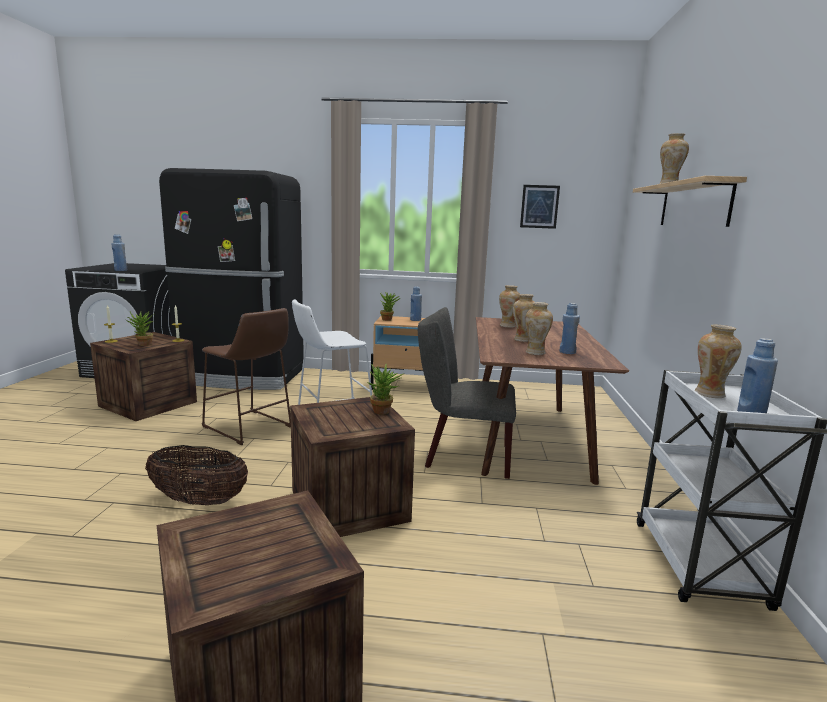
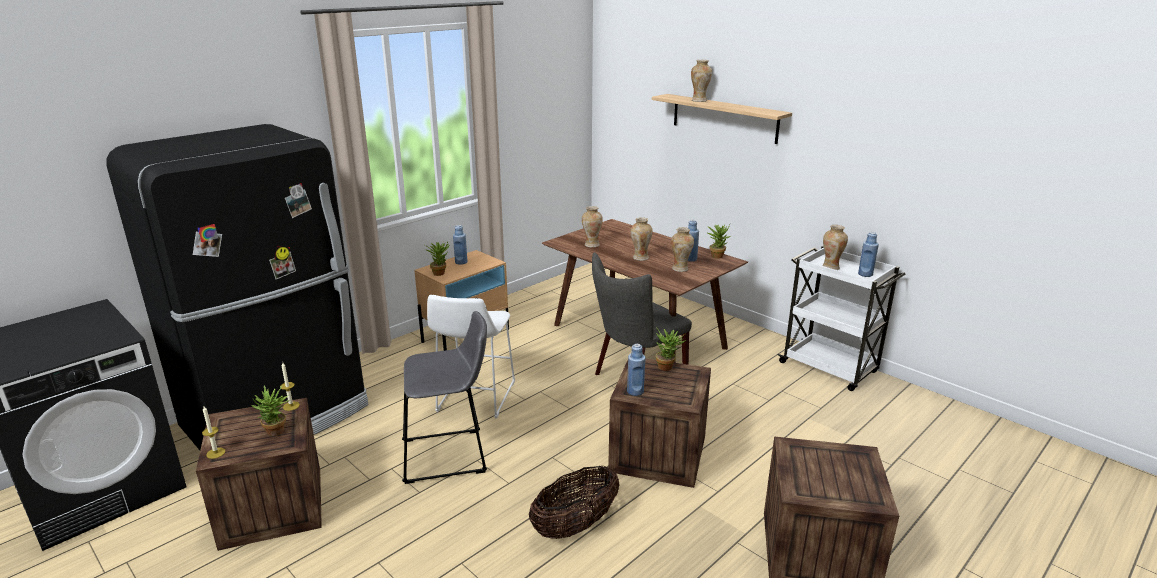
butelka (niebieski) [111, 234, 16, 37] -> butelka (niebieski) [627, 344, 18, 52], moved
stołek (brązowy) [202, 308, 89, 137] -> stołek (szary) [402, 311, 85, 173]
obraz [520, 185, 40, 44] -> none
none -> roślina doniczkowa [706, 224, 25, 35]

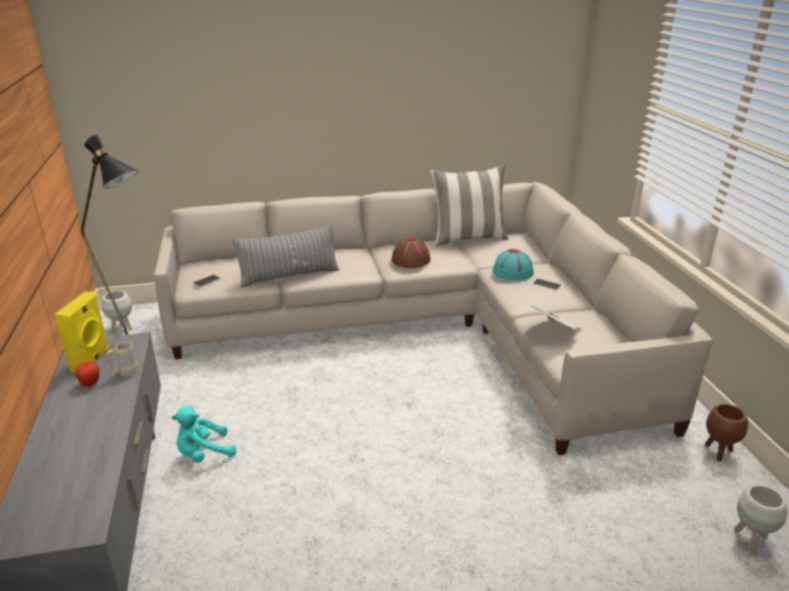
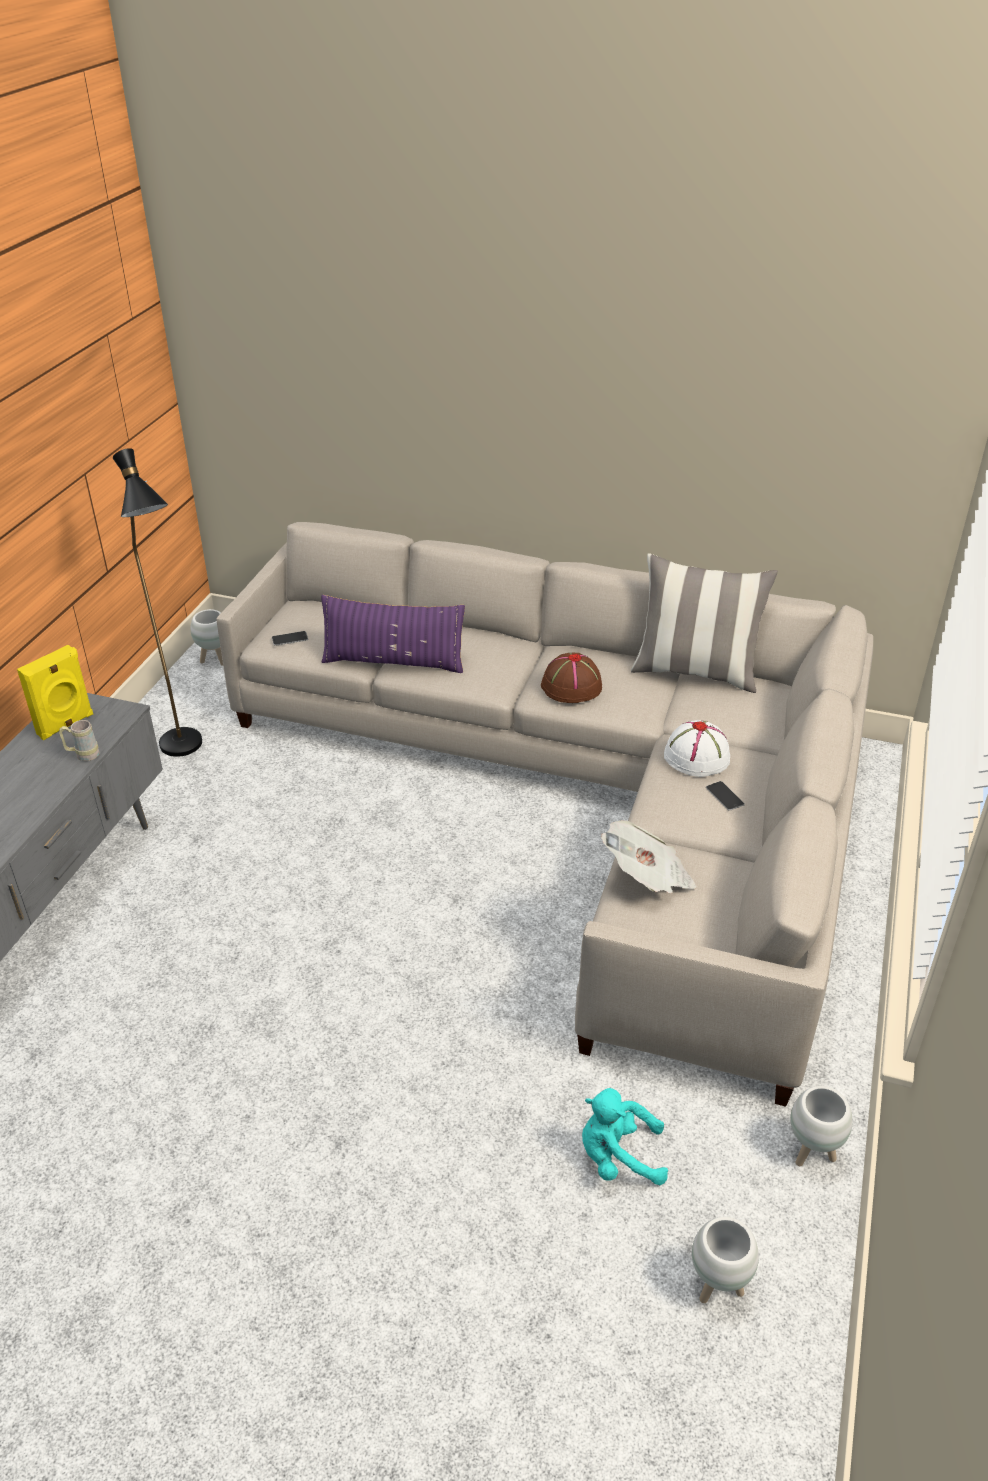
jabłko [75, 362, 24, 24] -> none
pluszak (turkusowy) [171, 406, 66, 57] -> pluszak (turkusowy) [582, 1088, 86, 97], moved
poduszka (szary) [232, 224, 107, 64] -> poduszka (fioletowy) [321, 595, 144, 78]
kapelusz (turkusowy) [493, 249, 41, 32] -> kapelusz (biały) [664, 720, 66, 57]
donica (brązowy) [705, 404, 43, 57] -> donica (biały) [790, 1086, 63, 80]

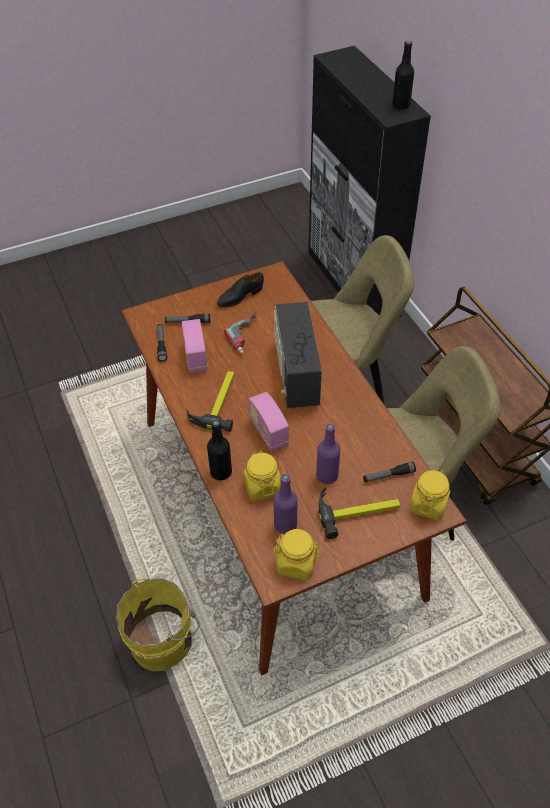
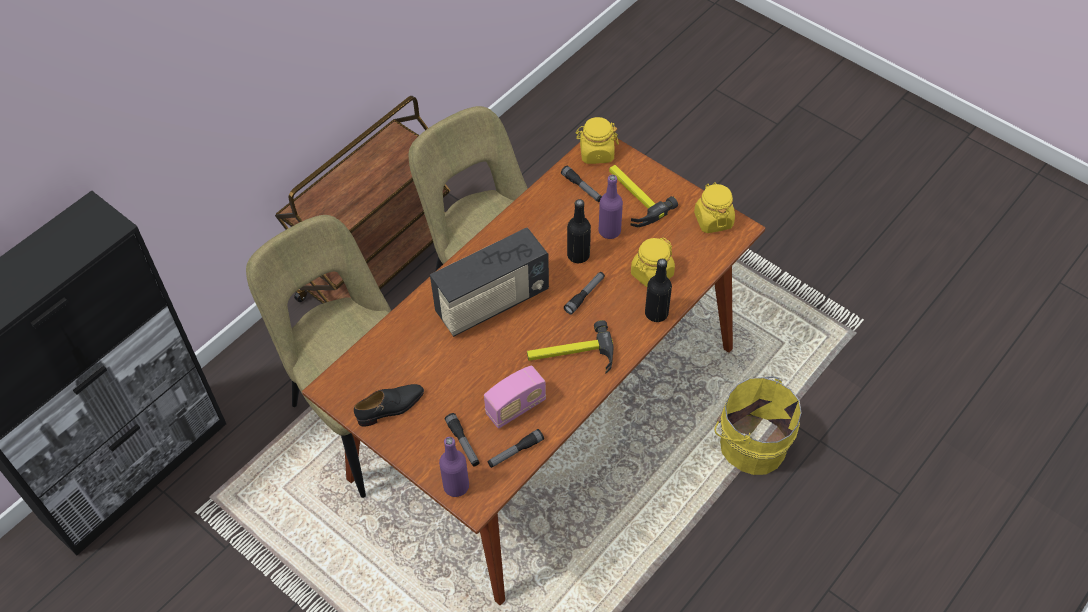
but (czarny) [217, 272, 47, 35] -> but (czarny) [354, 384, 70, 43], 60 degrees counterclockwise
wiertarka [224, 312, 33, 42] -> none
radio [249, 392, 40, 60] -> latarka [564, 272, 41, 43]
butelka (fioletowy) [274, 474, 24, 60] -> butelka (fioletowy) [439, 437, 30, 60], moved
butelka (czarny) [392, 41, 22, 69] -> butelka (czarny) [567, 199, 24, 64], moved

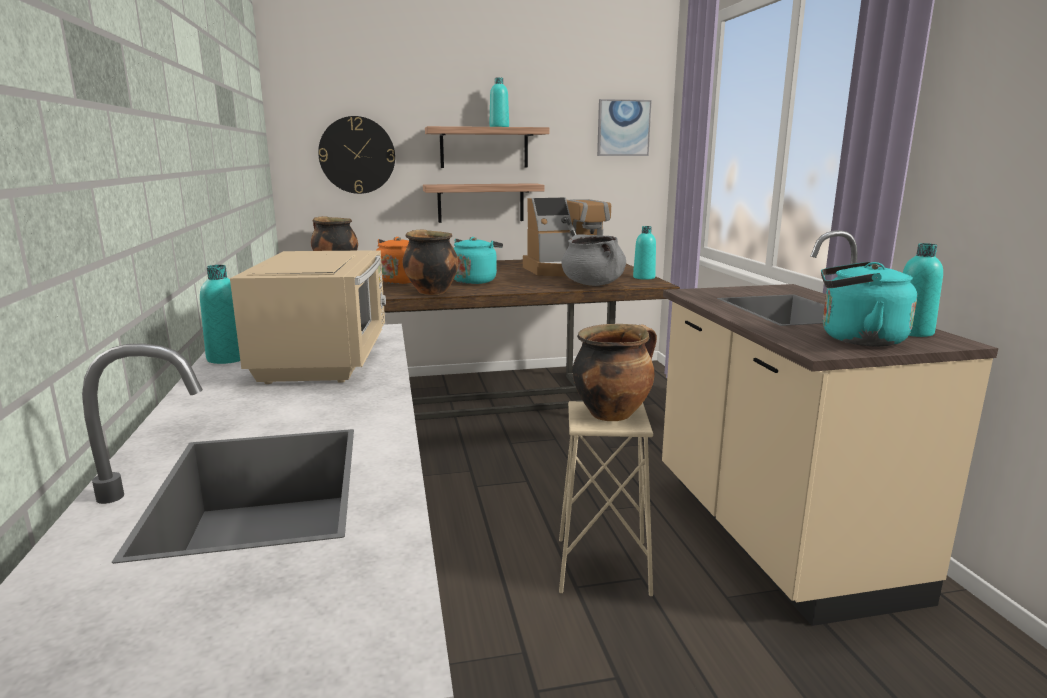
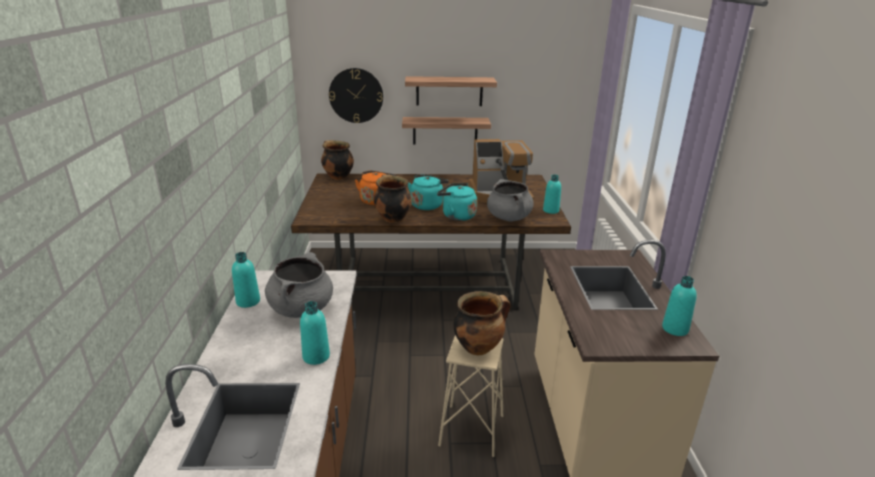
mikrofalówka (beżowy) [230, 250, 156, 134] -> garnek (szary) [265, 252, 68, 66]
butelka (turkusowy) [490, 77, 19, 50] -> butelka (turkusowy) [300, 301, 30, 64], moved
obraz [597, 99, 55, 57] -> none
czajnik (turkusowy) [821, 262, 96, 85] -> czajnik (turkusowy) [437, 183, 40, 38], moved

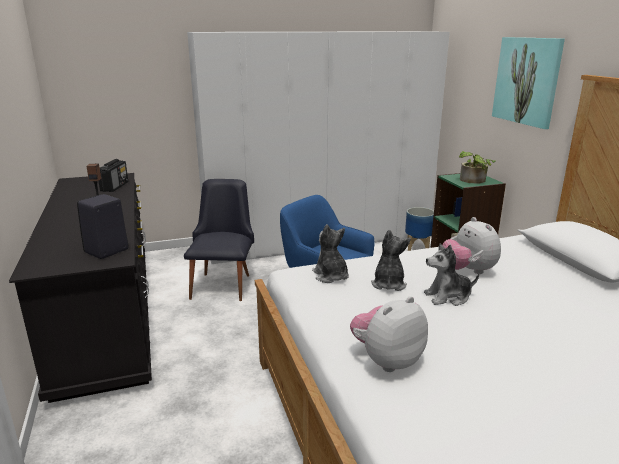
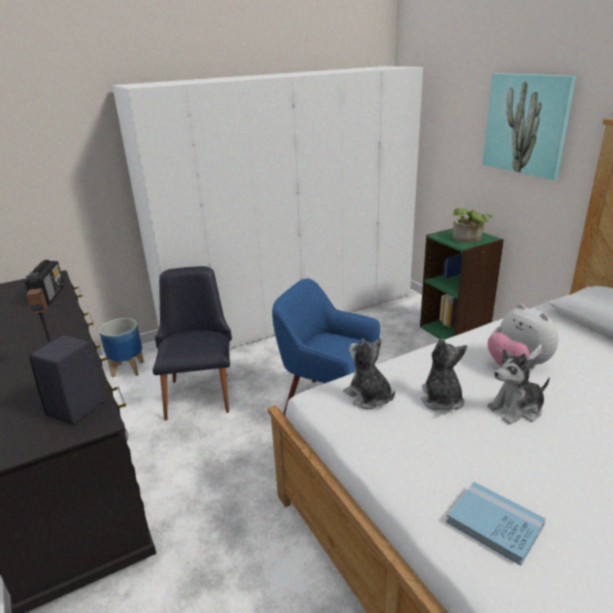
pluszak [350, 296, 78, 76] -> książka (niebieski) [447, 482, 99, 84]
donica [405, 207, 29, 44] -> donica [99, 318, 45, 59], moved

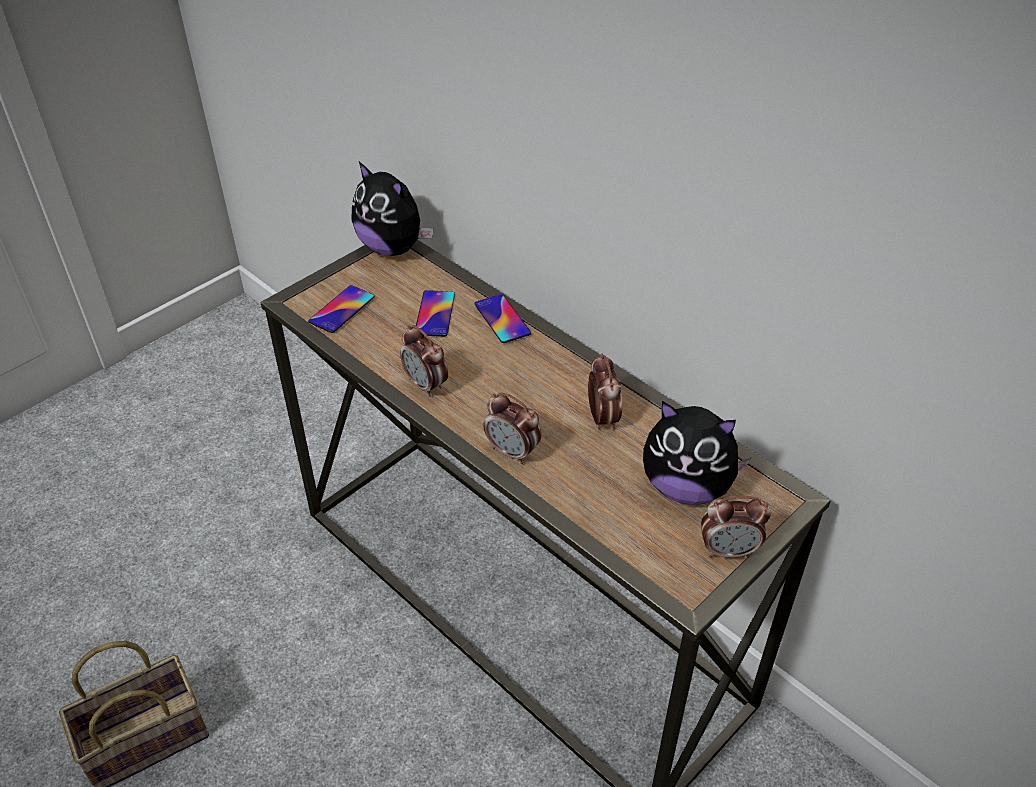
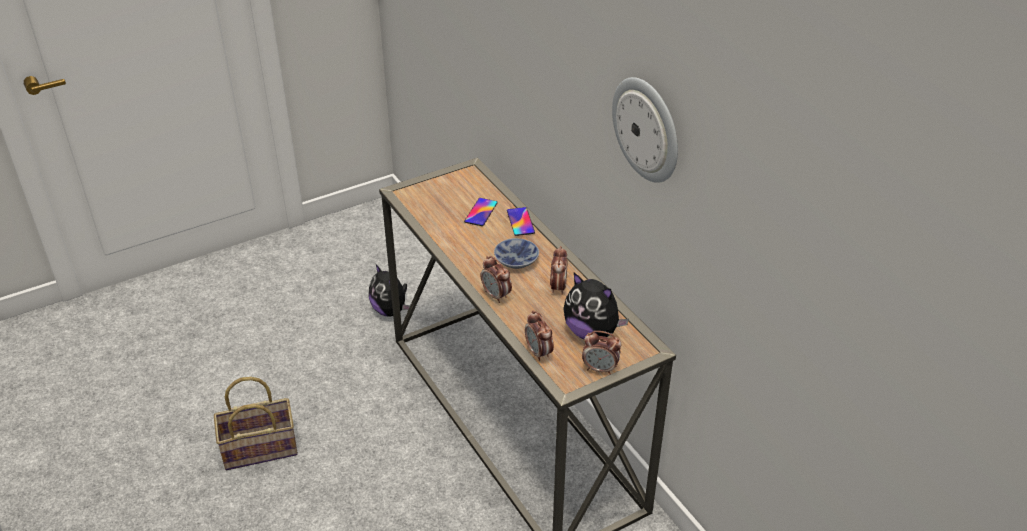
telefon [308, 285, 67, 48] -> none
pluszak [351, 162, 82, 94] -> pluszak [369, 264, 41, 52], moved
budzik [400, 325, 48, 72] -> budzik [525, 311, 29, 50], moved
none -> miska [494, 238, 45, 31]
none -> zegar ścienny [612, 77, 66, 106]

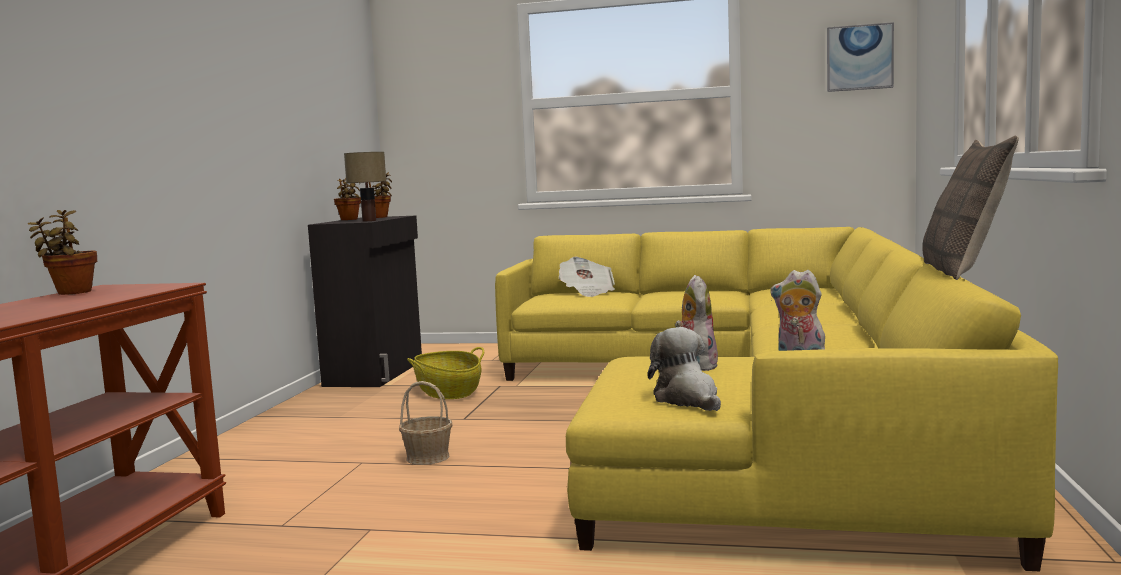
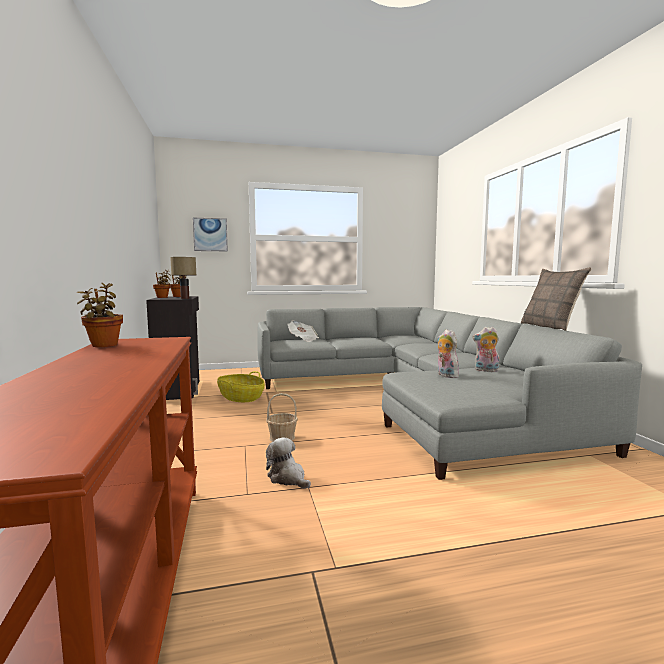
kanapa (żółty) [495, 227, 563, 344] -> kanapa (szary) [257, 307, 385, 173]
pluszak [647, 327, 74, 84] -> pluszak [266, 437, 45, 52], moved
obraz [827, 22, 67, 70] -> obraz [193, 218, 35, 33], moved

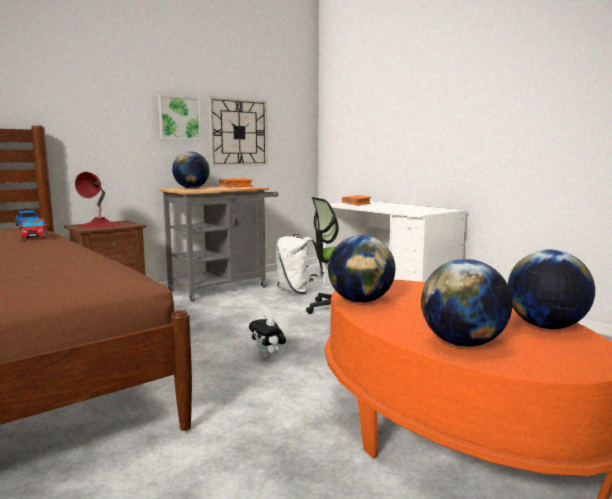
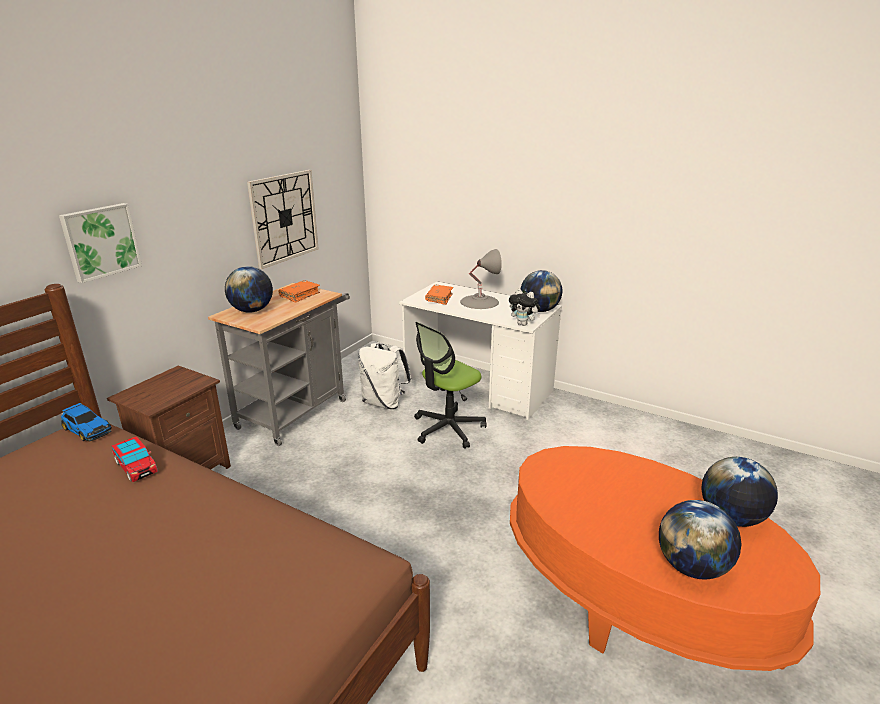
lampa stołowa (czerwony) [75, 172, 46, 56] -> none
obraz [158, 95, 43, 45] -> obraz [59, 203, 83, 80], moved
pluszak [249, 314, 37, 45] -> pluszak [509, 289, 31, 37], moved
globus [328, 235, 67, 68] -> globus [520, 270, 42, 42], moved
none -> lampa stołowa (szary) [460, 249, 42, 60]

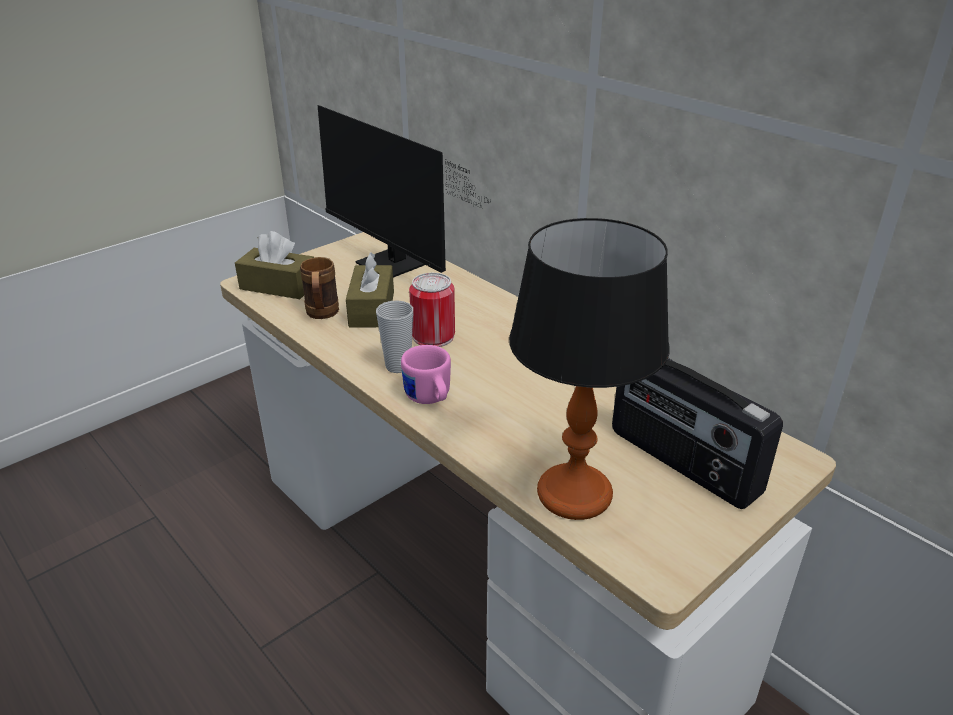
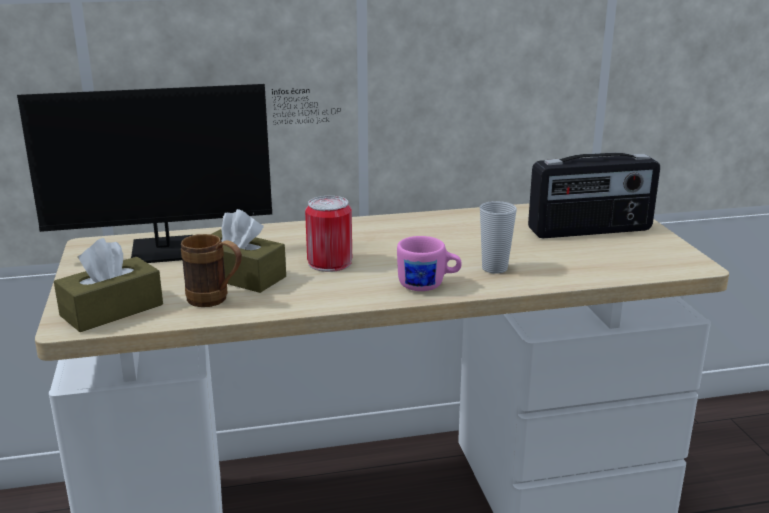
filiżanka [376, 300, 37, 73] -> filiżanka [480, 201, 37, 73], moved
lampa stołowa [509, 218, 161, 302] -> none

